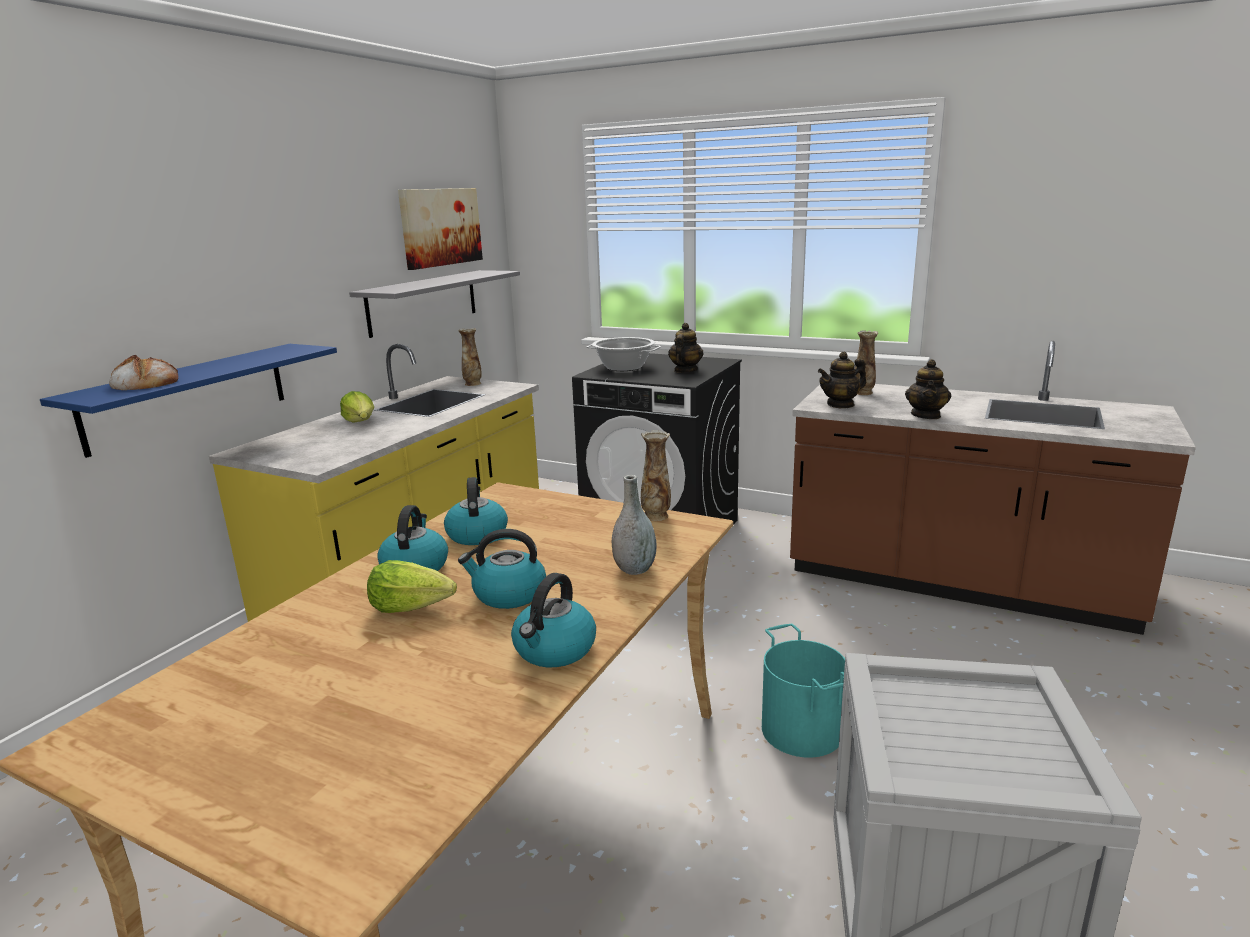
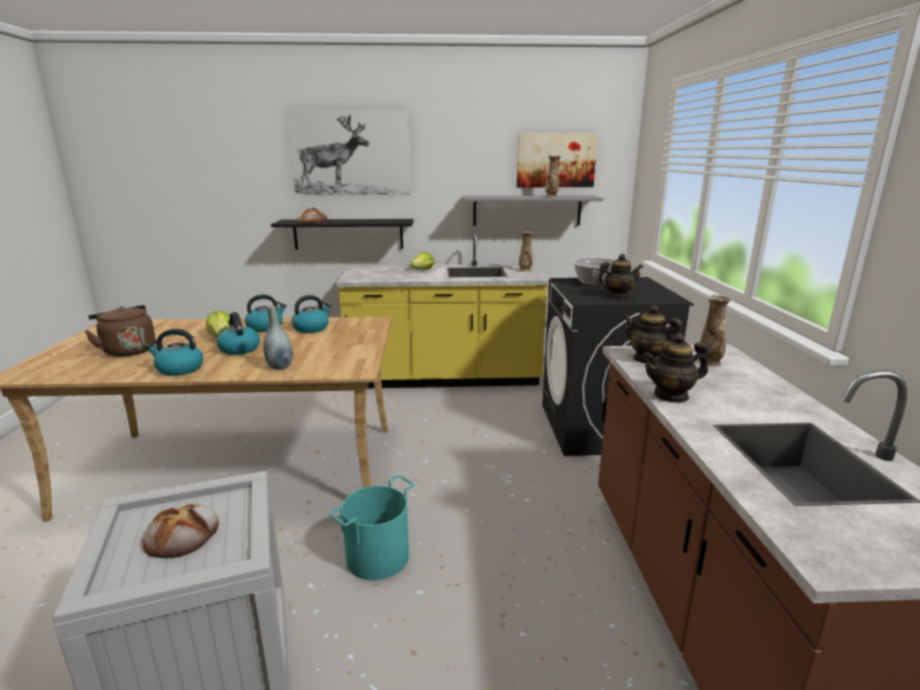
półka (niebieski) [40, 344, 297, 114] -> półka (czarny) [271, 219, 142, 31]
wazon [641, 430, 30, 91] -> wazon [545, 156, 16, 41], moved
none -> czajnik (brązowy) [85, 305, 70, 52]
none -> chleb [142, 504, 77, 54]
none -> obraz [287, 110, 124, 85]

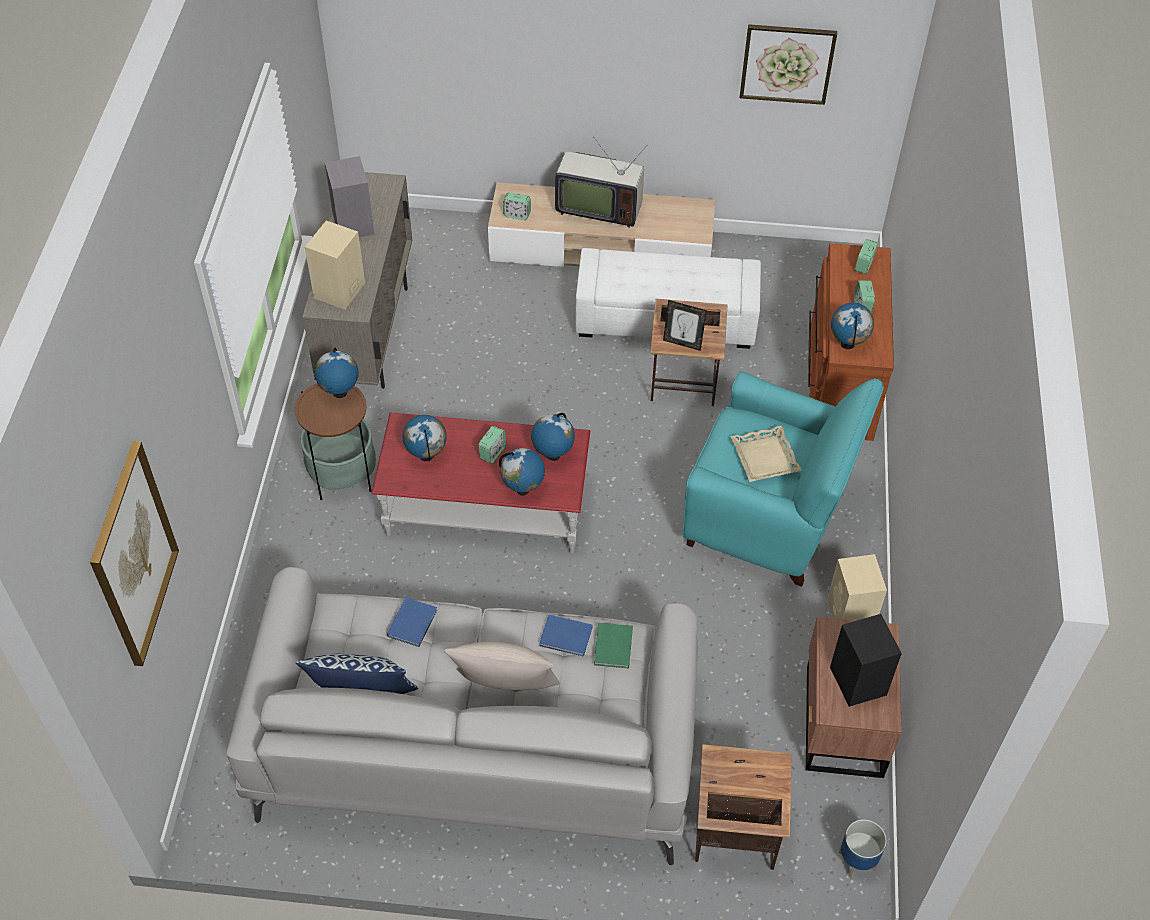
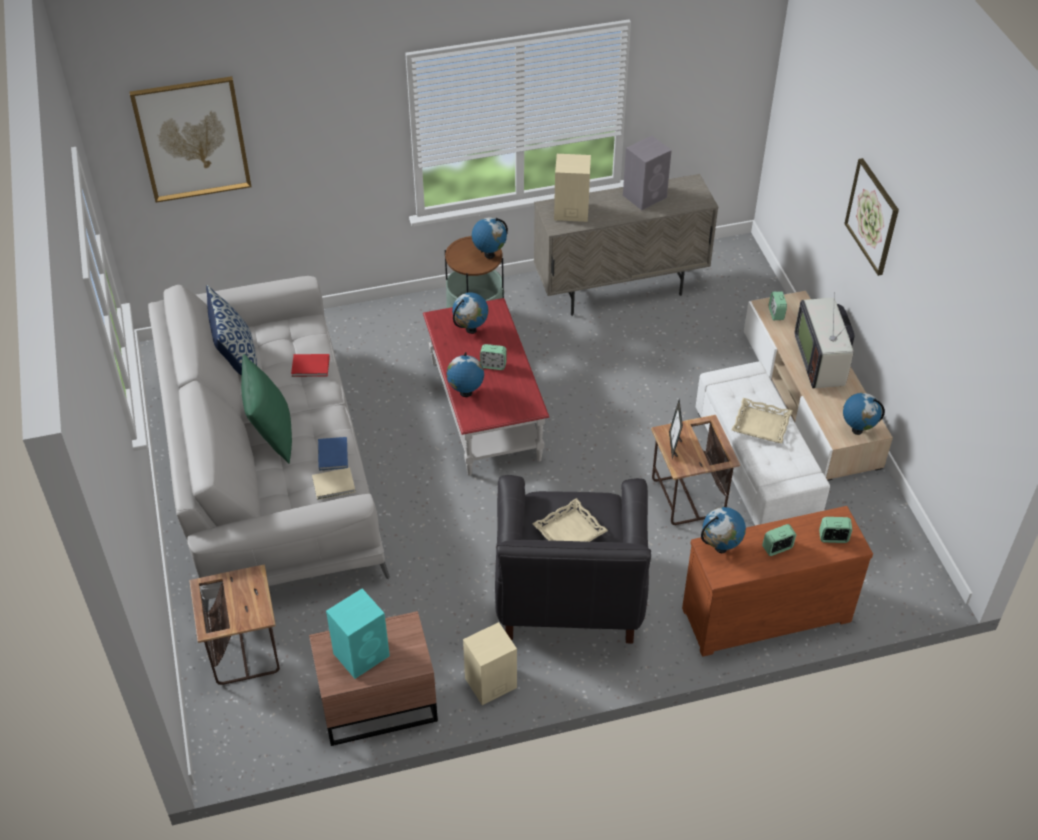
książka (niebieski) [387, 597, 50, 50] -> książka (czerwony) [291, 354, 39, 23]
poduszka (beżowy) [444, 642, 116, 48] -> poduszka (zielony) [241, 354, 51, 110]
globus [531, 413, 44, 48] -> globus [843, 393, 42, 42], moved
książka (zielony) [594, 623, 39, 45] -> książka (beżowy) [312, 468, 43, 32]
fotel (turkusowy) [682, 372, 202, 215] -> fotel (czarny) [495, 475, 156, 168]
obraz [740, 24, 97, 81] -> obraz [844, 158, 55, 118], moved
głośnik (czarny) [830, 614, 72, 93] -> głośnik (turkusowy) [326, 589, 64, 90]
donica [838, 819, 49, 59] -> none
none -> taca (beżowy) [732, 398, 61, 45]

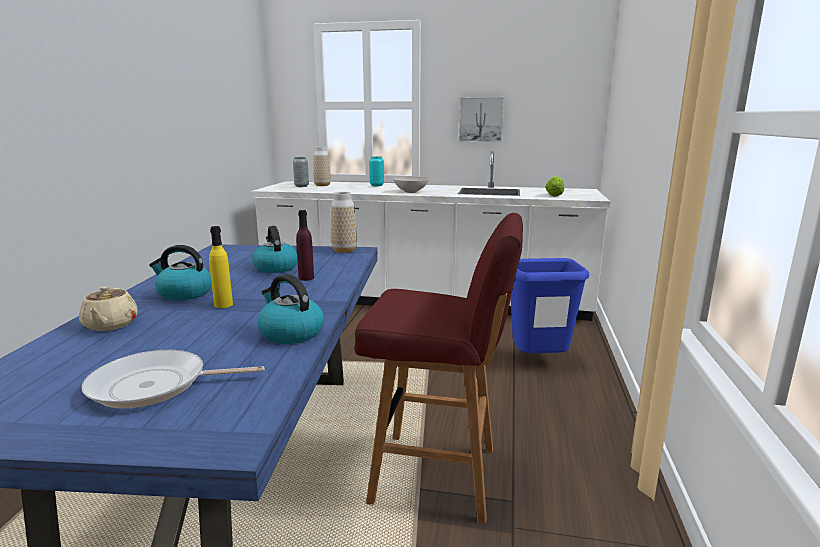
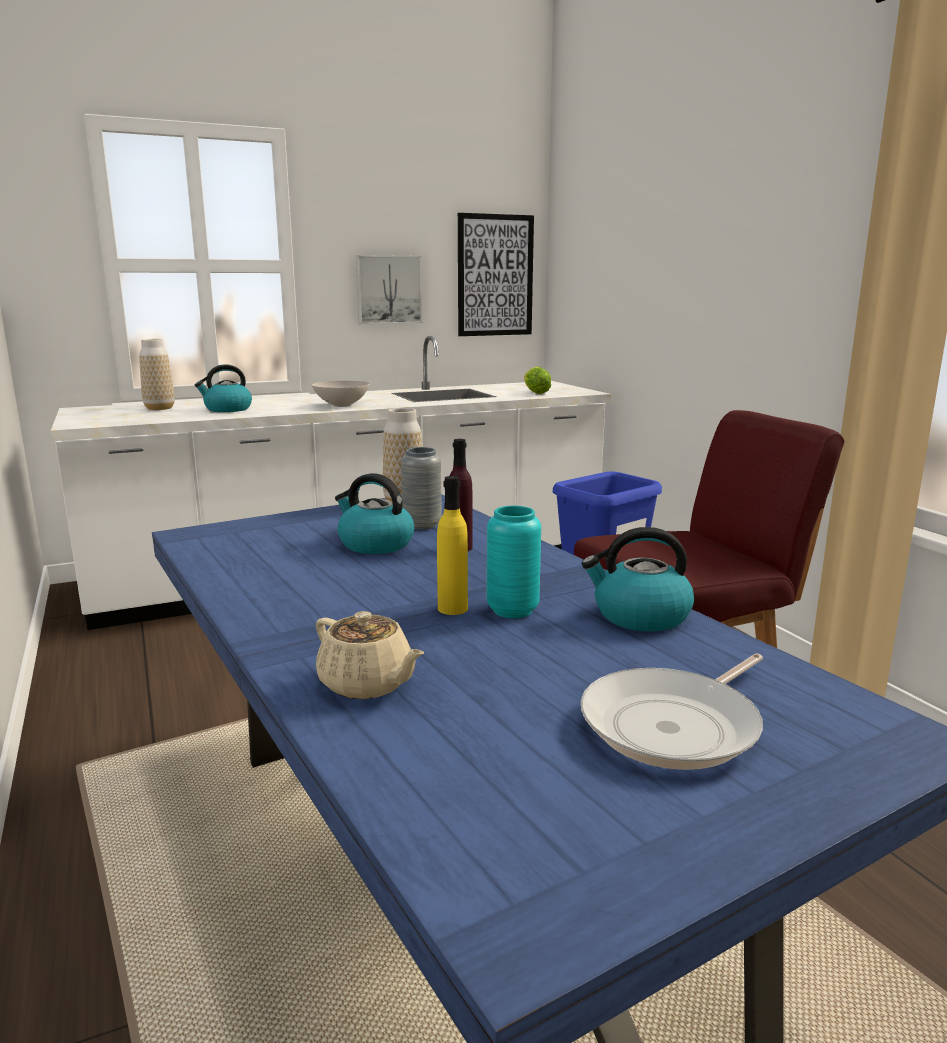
czajnik [149, 245, 63, 56] -> czajnik [195, 364, 57, 48], moved
wazon (szary) [293, 157, 16, 30] -> wazon (szary) [401, 447, 41, 83], moved
wazon (turkusowy) [369, 156, 15, 30] -> wazon (turkusowy) [487, 506, 54, 112], moved
none -> obraz [458, 213, 76, 123]

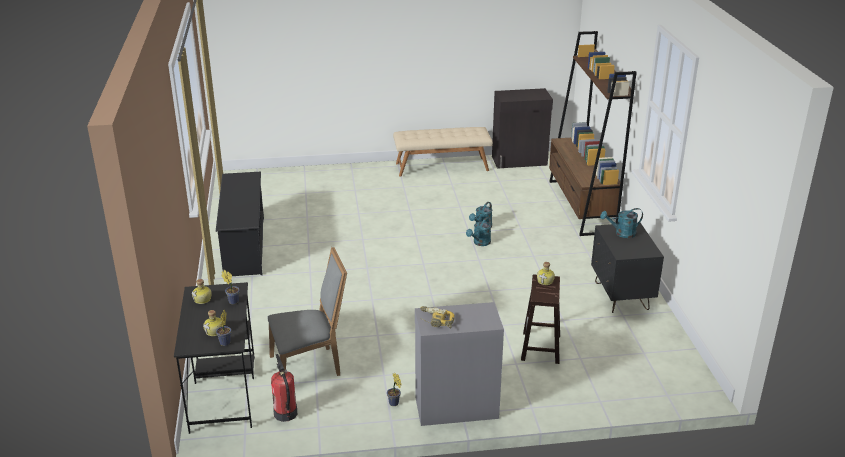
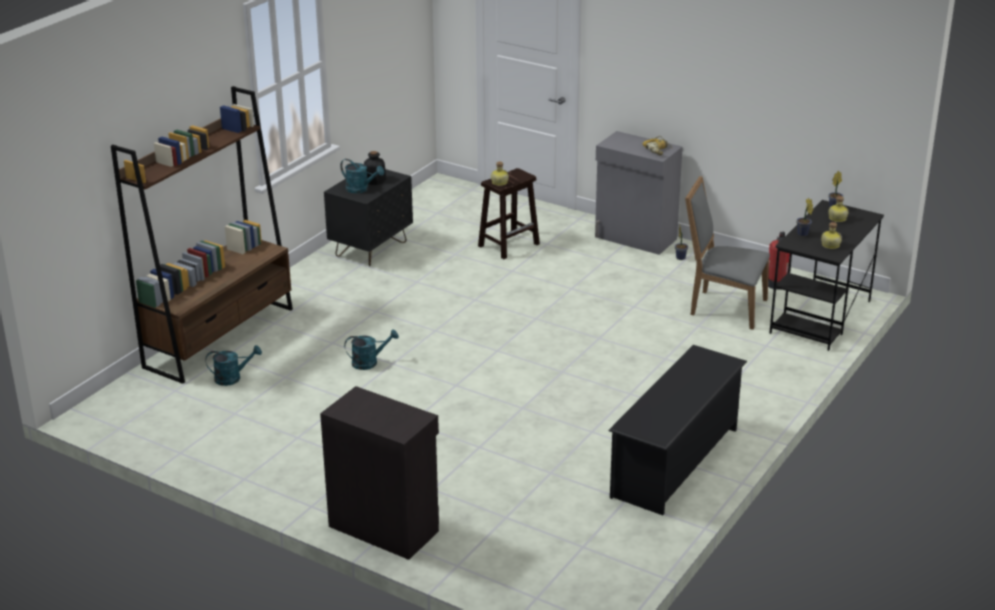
ławka (beżowy) [393, 127, 100, 49] -> none
konewka (turkusowy) [466, 217, 25, 29] -> konewka (turkusowy) [206, 345, 56, 41], moved
szafka (czarny) [492, 88, 61, 80] -> szafka (czarny) [320, 386, 119, 174], moved
none -> butelka [364, 151, 22, 34]

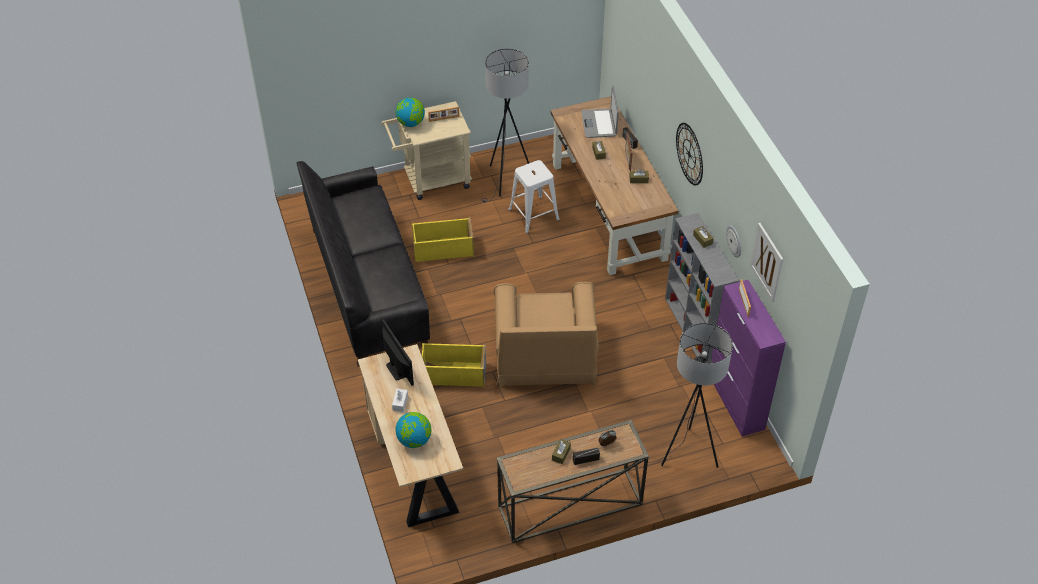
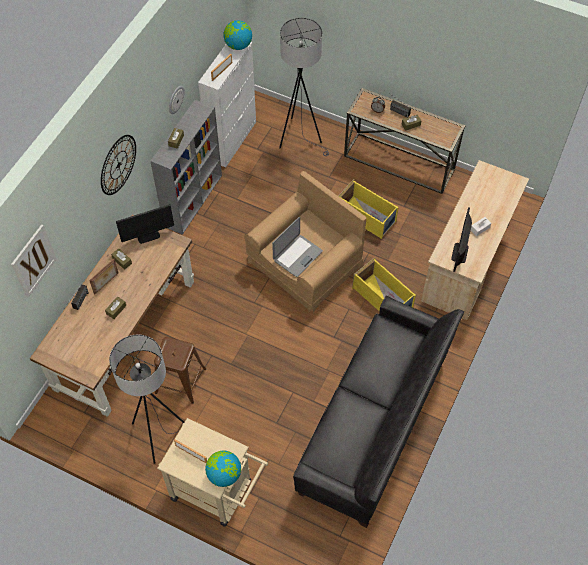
globus [395, 412, 36, 36] -> globus [223, 20, 29, 30], moved
pojemnik do przechowywania (żółty) [412, 217, 62, 45] -> pojemnik do przechowywania (żółty) [338, 179, 61, 60], moved
stołek (biały) [508, 160, 52, 73] -> stołek (brązowy) [154, 337, 52, 67]
laptop [581, 86, 38, 52] -> laptop [272, 217, 51, 60], moved
szafka (fioletowy) [711, 280, 75, 156] -> szafka (biały) [198, 42, 58, 125]
obraz [750, 223, 33, 79] -> obraz [11, 224, 46, 74], moved
none -> monitor [116, 204, 58, 40]

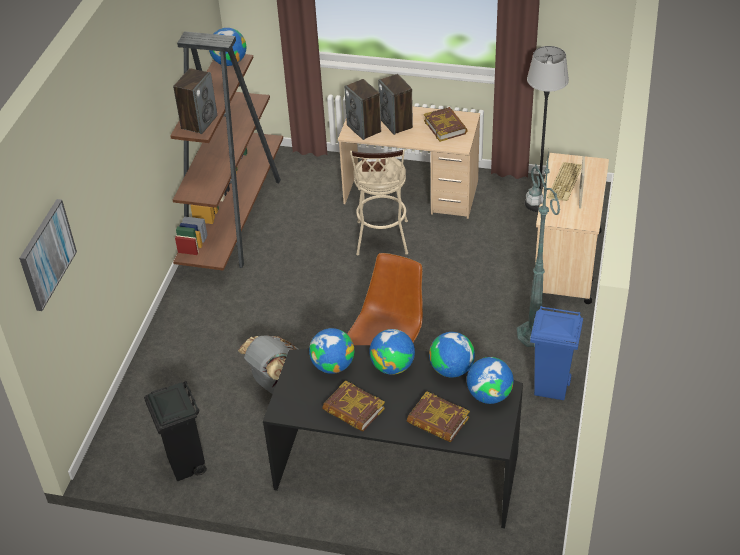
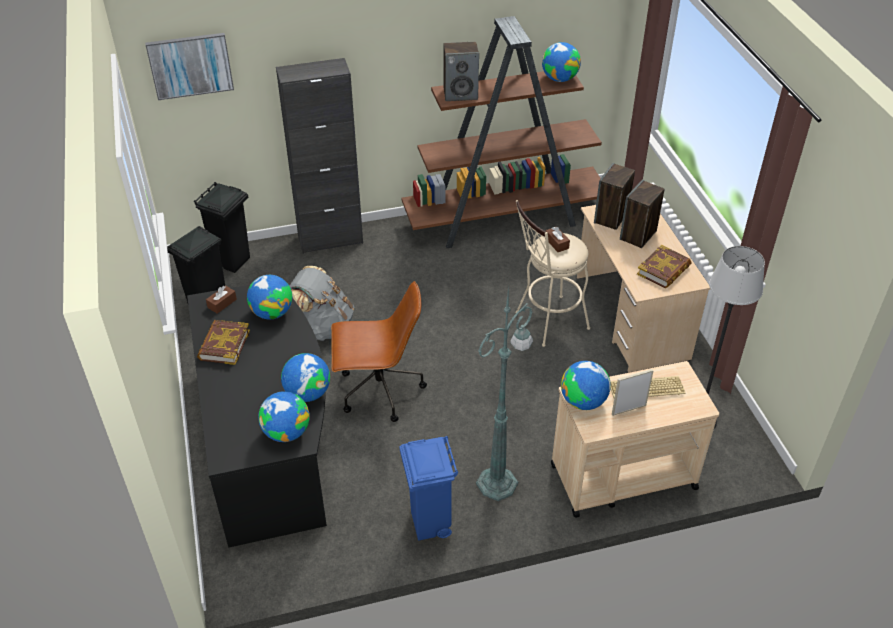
globus [369, 329, 46, 46] -> globus [561, 361, 50, 49], moved
książka [407, 391, 63, 52] -> none
none -> kosz na śmieci (czarny) [194, 182, 56, 91]
none -> pudełko chusteczek (brązowy) [206, 285, 31, 29]
none -> szafka (czarny) [276, 58, 87, 196]

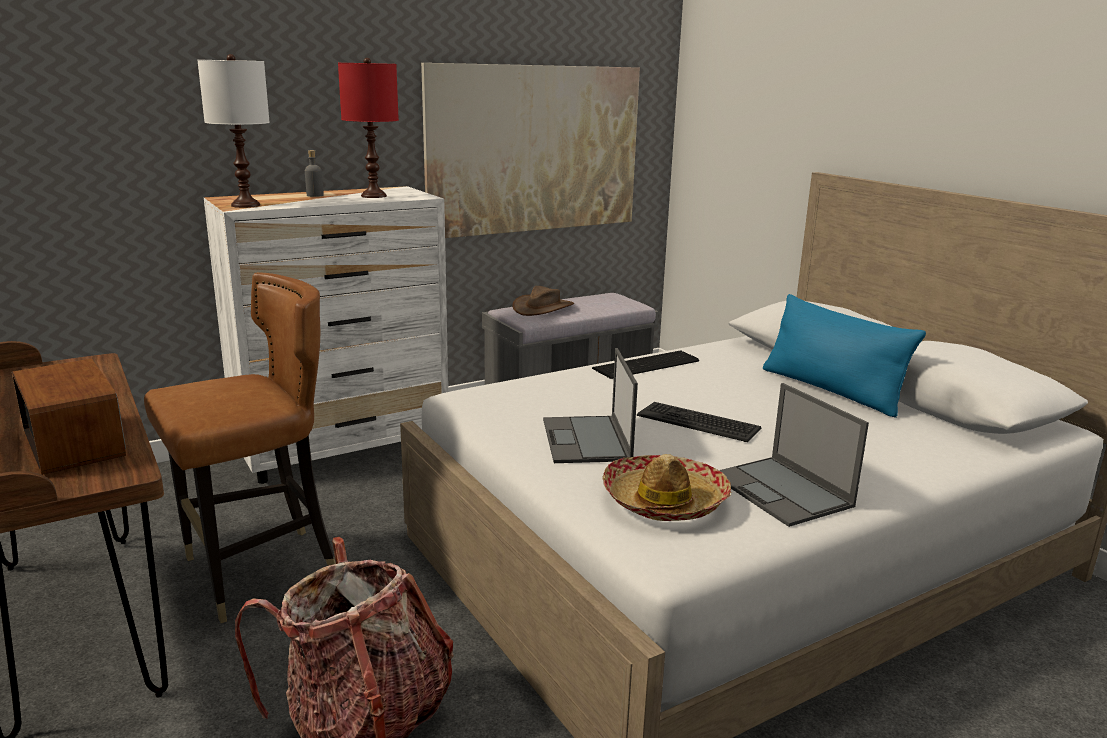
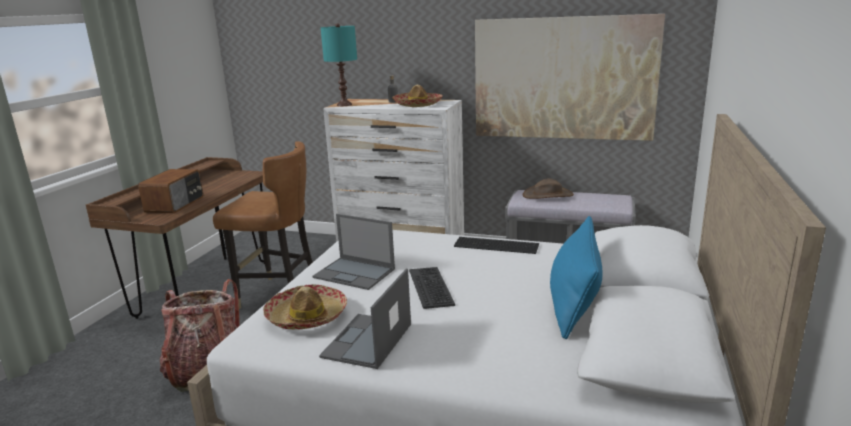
lampa stołowa (biały) [197, 54, 73, 154] -> lampa stołowa (turkusowy) [320, 23, 37, 83]
lampa stołowa (czerwony) [338, 58, 61, 140] -> kapelusz [392, 85, 51, 22]
laptop [543, 348, 95, 115] -> laptop [312, 214, 83, 76], 105 degrees counterclockwise

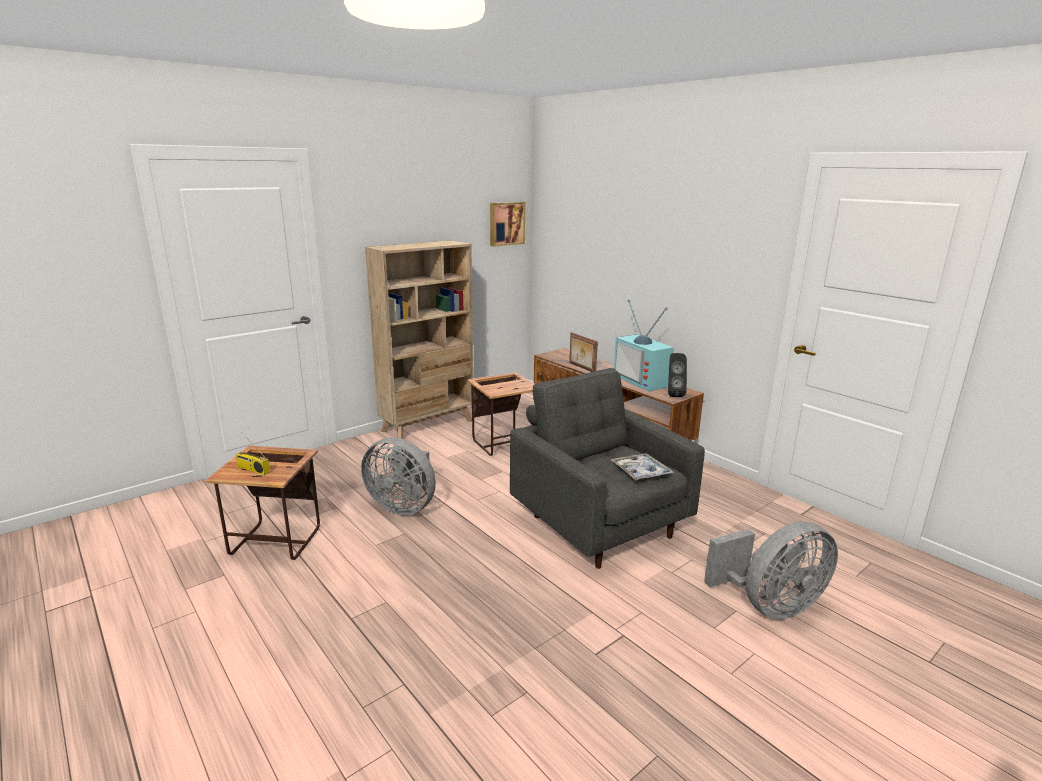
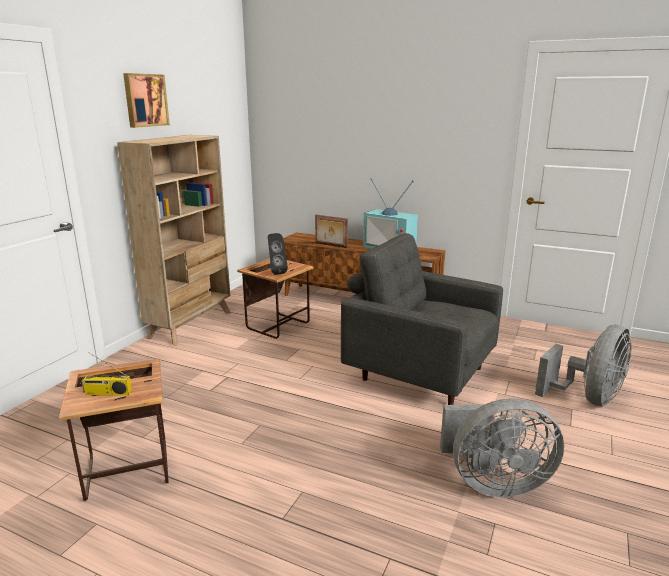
wentylator (szary) [361, 437, 75, 78] -> wentylator (szary) [440, 398, 124, 100], moved
obraz [490, 202, 36, 45] -> obraz [123, 73, 47, 55], moved
taca [610, 453, 64, 28] -> none
głośnik (czarny) [668, 353, 19, 44] -> głośnik (czarny) [268, 233, 20, 42], moved

